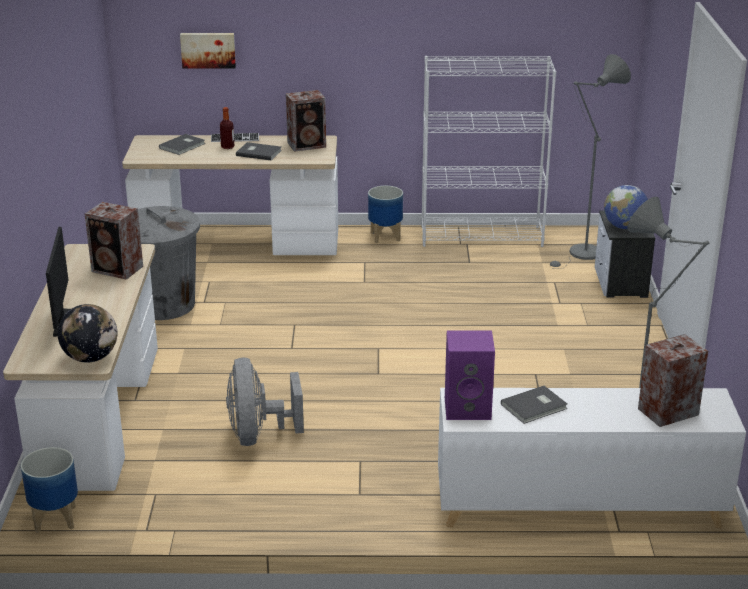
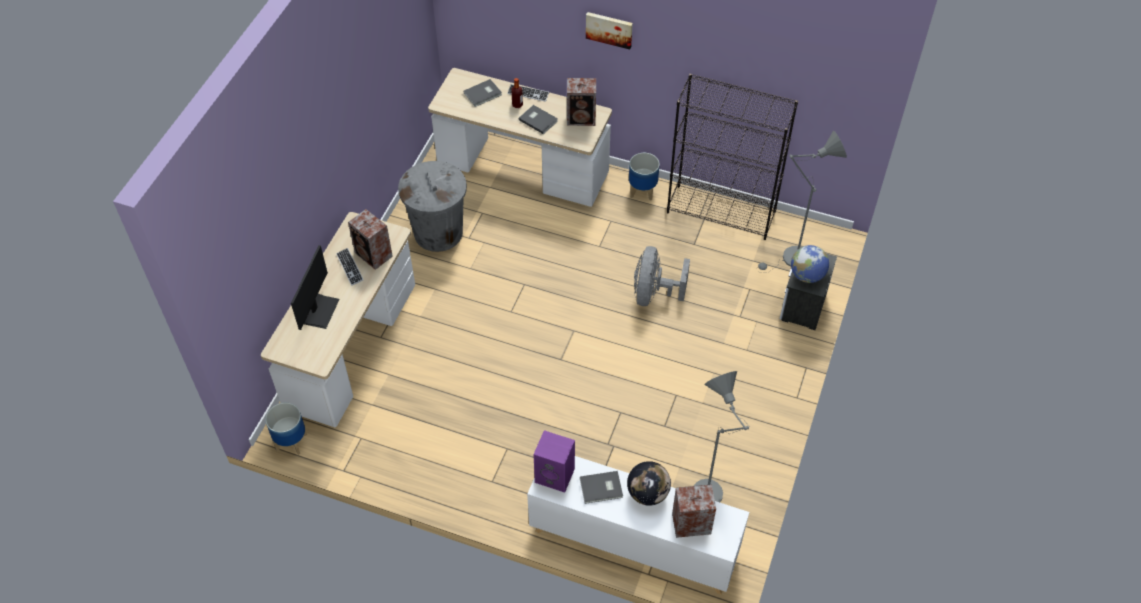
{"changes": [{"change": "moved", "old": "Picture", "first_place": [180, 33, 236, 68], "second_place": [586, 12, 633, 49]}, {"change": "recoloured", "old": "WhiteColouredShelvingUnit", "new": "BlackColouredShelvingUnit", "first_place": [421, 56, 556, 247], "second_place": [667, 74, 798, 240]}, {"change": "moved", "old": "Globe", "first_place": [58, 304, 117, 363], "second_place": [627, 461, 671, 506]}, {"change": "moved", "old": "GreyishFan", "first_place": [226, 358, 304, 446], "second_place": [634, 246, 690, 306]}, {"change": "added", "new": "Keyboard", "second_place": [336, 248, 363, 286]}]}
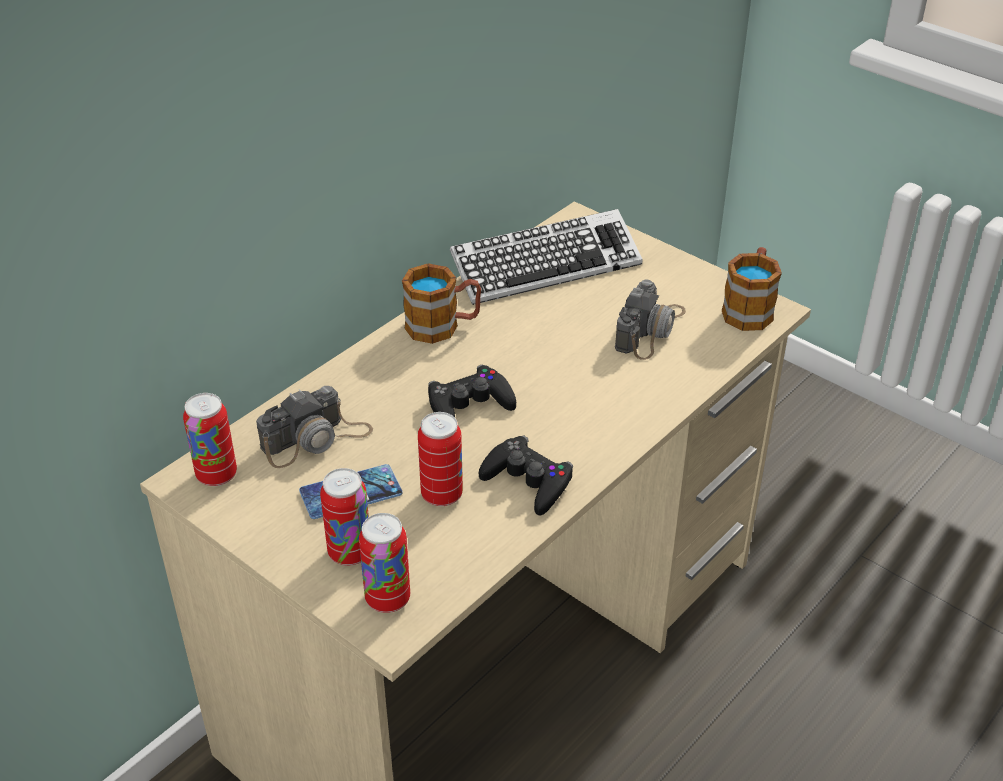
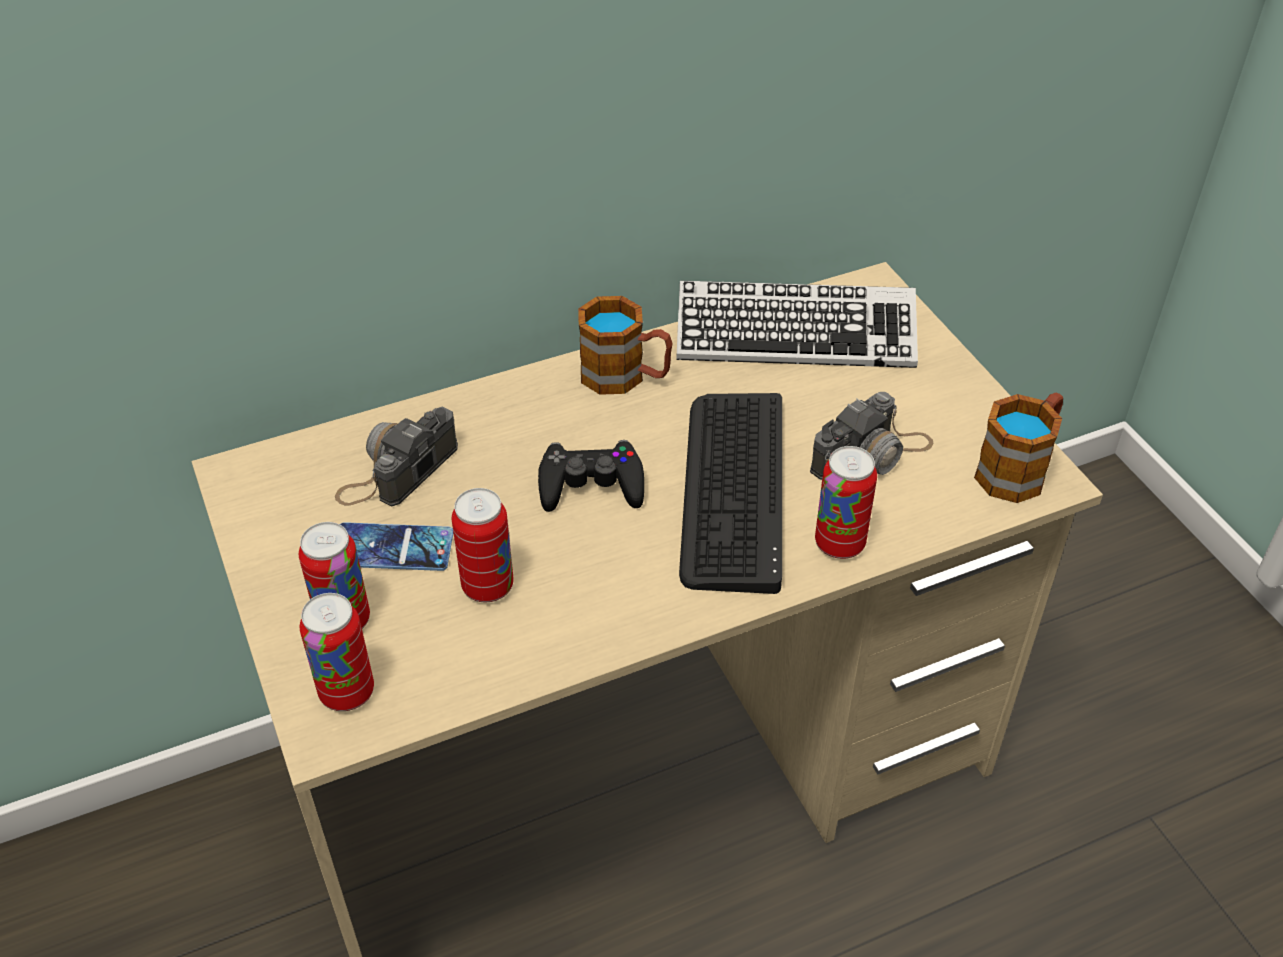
{"changes": [{"change": "turned", "old": "StillCamera", "first_place": [256, 386, 373, 468], "second_place": [335, 407, 458, 507], "degrees": 135}, {"change": "moved", "old": "MetalCan", "first_place": [183, 393, 237, 486], "second_place": [815, 446, 877, 559]}, {"change": "removed", "old": "BlackColouredGameController", "first_place": [479, 435, 573, 515]}, {"change": "added", "new": "Keyboard", "second_place": [679, 393, 782, 594]}]}
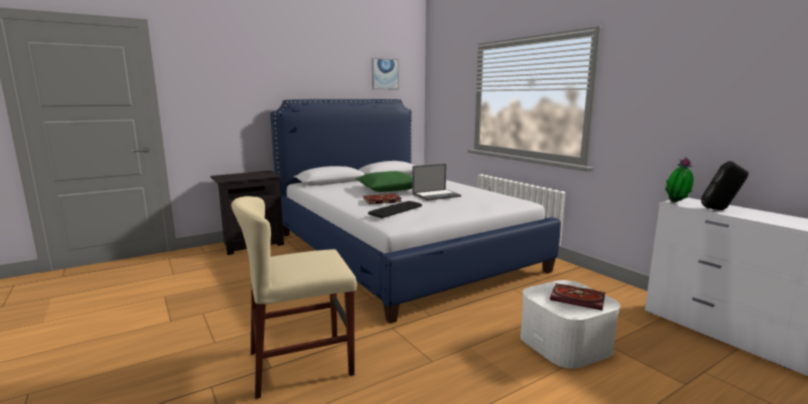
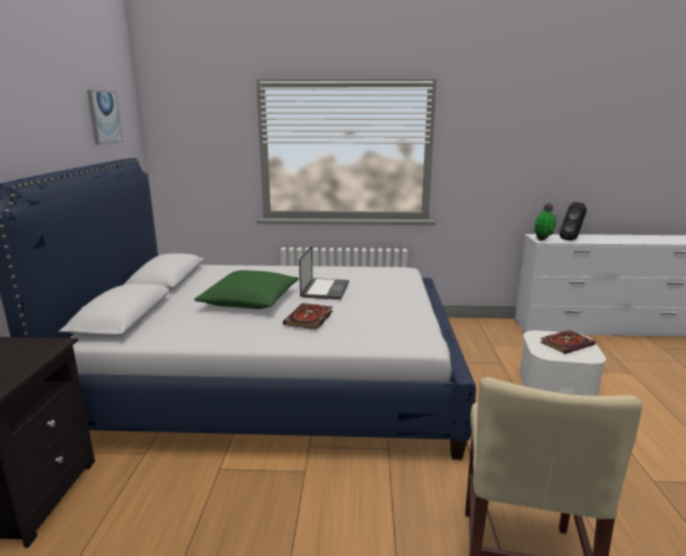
{"changes": [{"change": "removed", "old": "Keyboard", "first_place": [368, 201, 422, 218]}]}
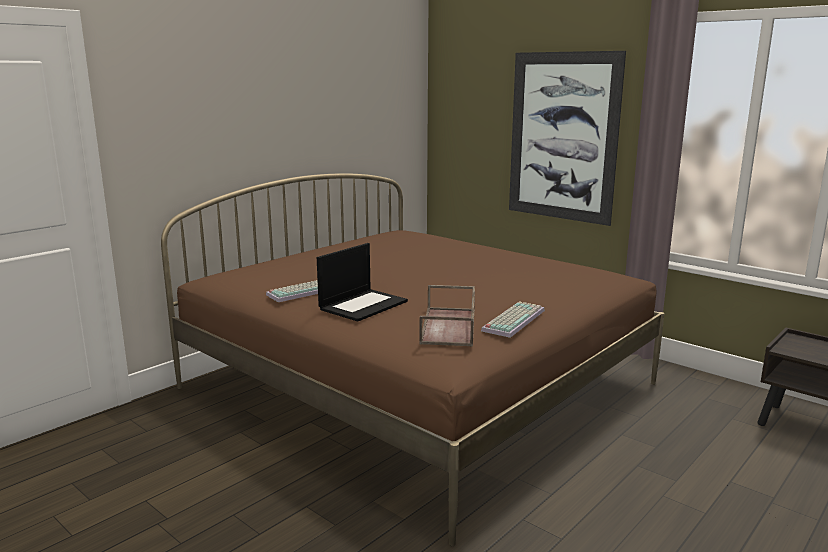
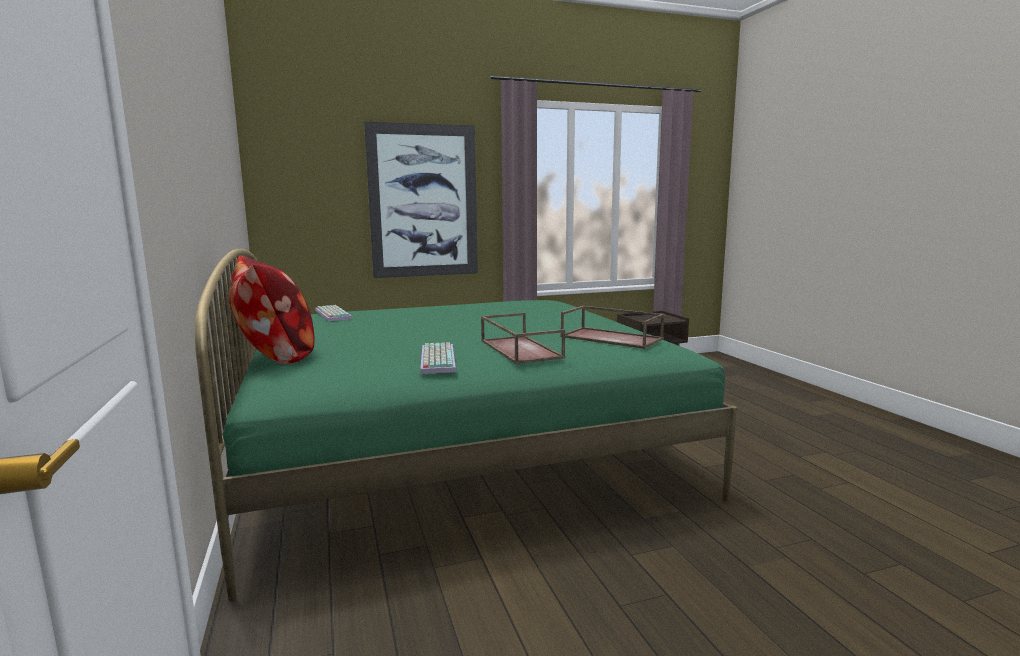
{"changes": [{"change": "recoloured", "old": "BrownishBed", "new": "GreenishBed", "first_place": [161, 173, 664, 546], "second_place": [195, 249, 737, 601]}, {"change": "replaced", "old": "Laptop", "new": "BrownishServingTray", "first_place": [317, 243, 408, 322], "second_place": [481, 313, 565, 364]}, {"change": "moved", "old": "Keyboard", "first_place": [481, 302, 545, 338], "second_place": [315, 305, 353, 321]}, {"change": "added", "new": "Cushion", "second_place": [229, 256, 314, 364]}]}
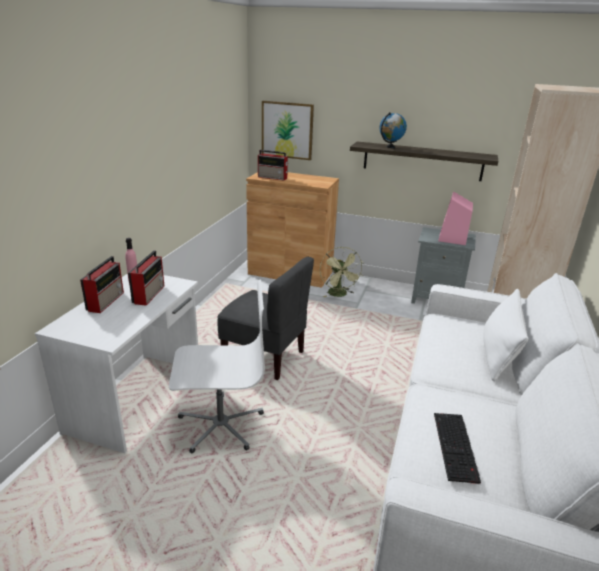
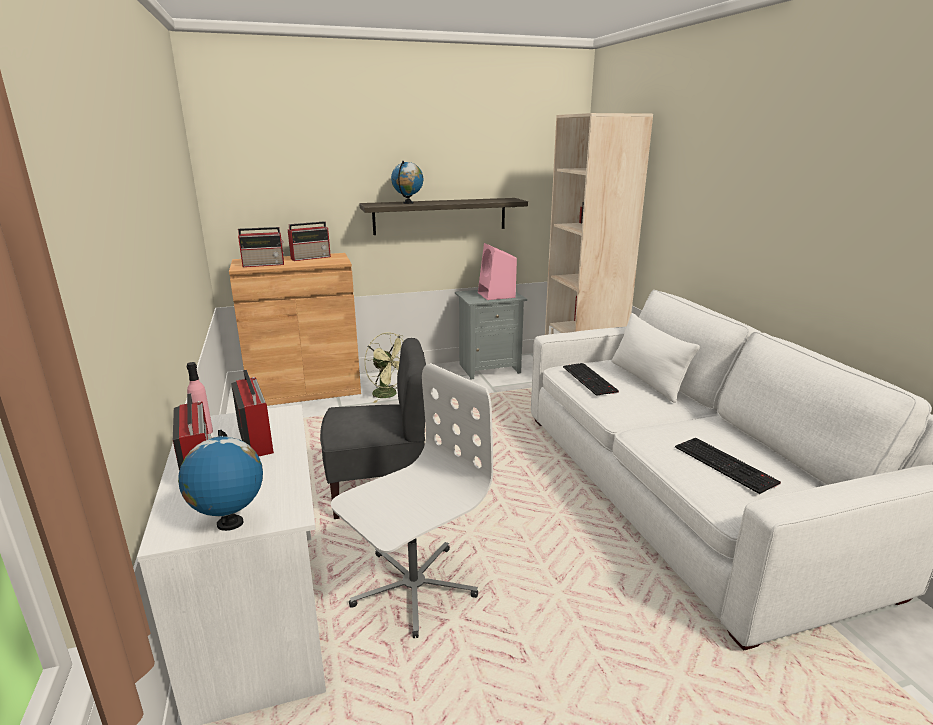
{"changes": [{"change": "removed", "old": "Picture", "first_place": [262, 101, 314, 160]}, {"change": "added", "new": "RadioReceiver", "second_place": [288, 221, 331, 261]}, {"change": "added", "new": "Keyboard", "second_place": [563, 363, 619, 396]}, {"change": "added", "new": "Globe", "second_place": [178, 430, 263, 531]}]}
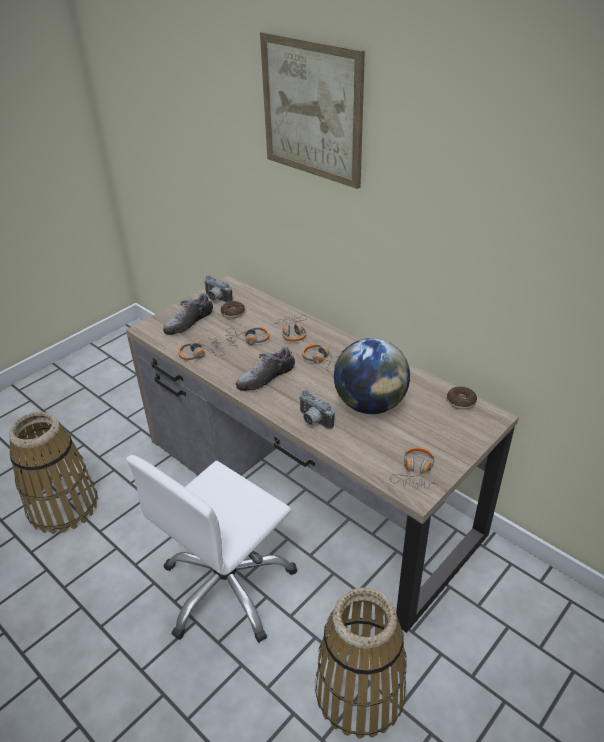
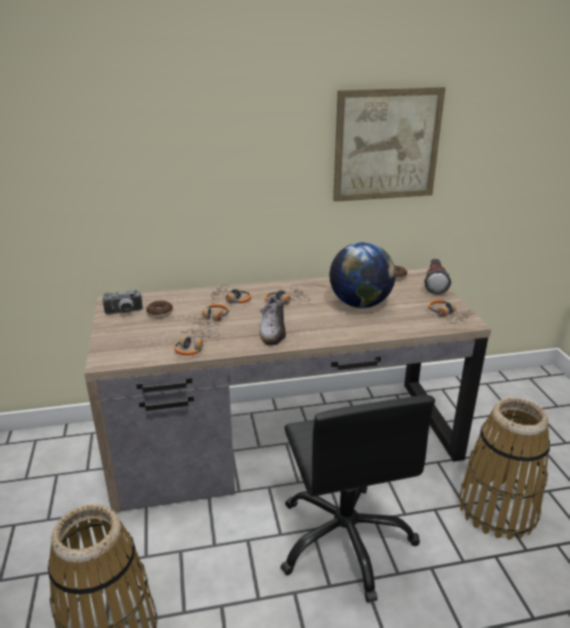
{"changes": [{"change": "moved", "old": "Picture", "first_place": [260, 32, 365, 189], "second_place": [333, 87, 446, 202]}, {"change": "removed", "old": "Shoe", "first_place": [163, 293, 213, 335]}, {"change": "removed", "old": "StillCamera", "first_place": [299, 390, 335, 429]}, {"change": "recoloured", "old": "WhiteColouredOfficeChair", "new": "BlackColouredOfficeChair", "first_place": [126, 455, 297, 643], "second_place": [280, 395, 435, 603]}, {"change": "added", "new": "HandTorch", "second_place": [424, 259, 451, 294]}]}
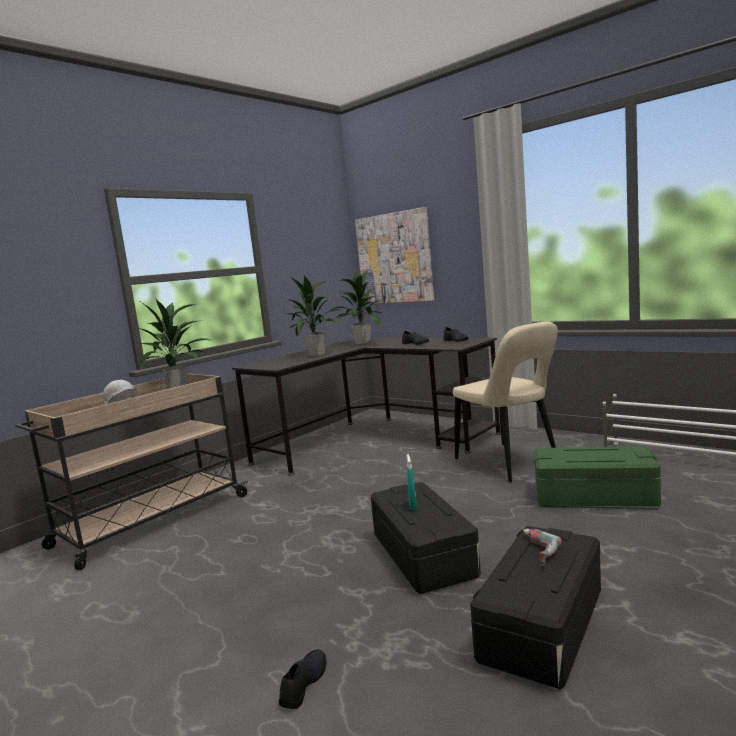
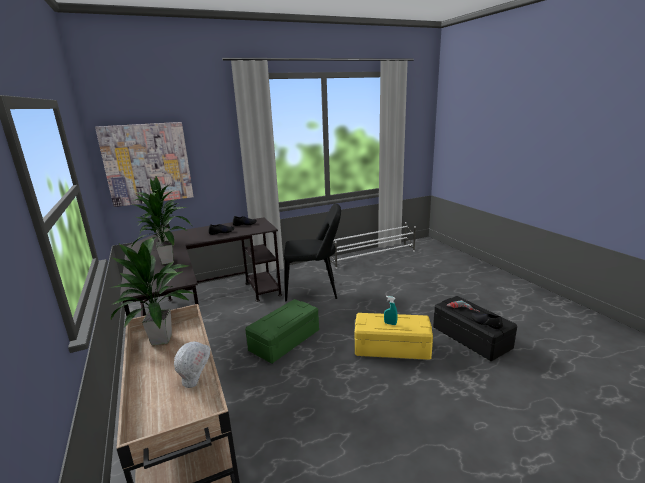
{"changes": [{"change": "recoloured", "old": "BeigePlainChair", "new": "BlackColouredPlainChair", "first_place": [453, 321, 558, 482], "second_place": [284, 204, 341, 301]}, {"change": "moved", "old": "GreenishStorageBox", "first_place": [534, 446, 661, 508], "second_place": [245, 299, 319, 363]}, {"change": "recoloured", "old": "BlackColouredStorageBox", "new": "YellowishStorageBox", "first_place": [371, 482, 481, 594], "second_place": [355, 313, 433, 360]}, {"change": "moved", "old": "BlackColouredShoe", "first_place": [279, 649, 327, 709], "second_place": [471, 312, 503, 329]}]}
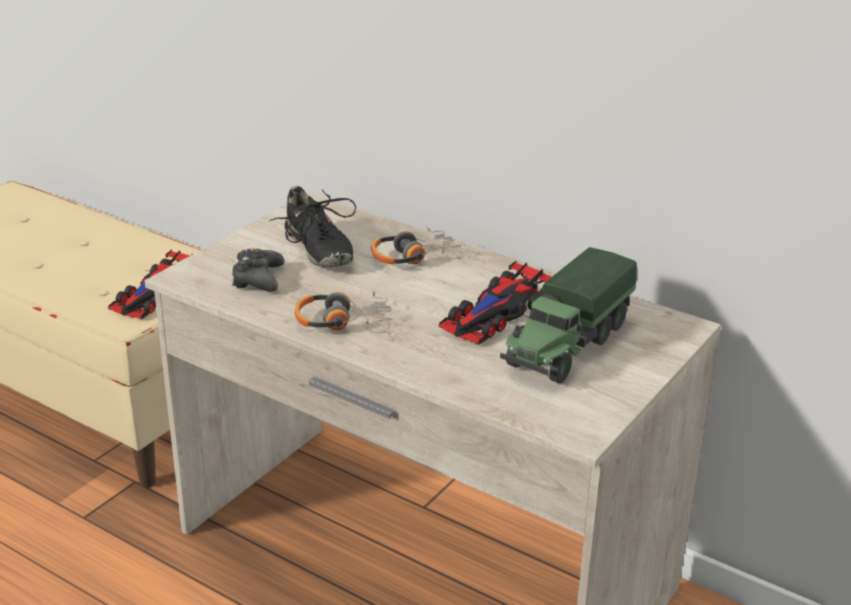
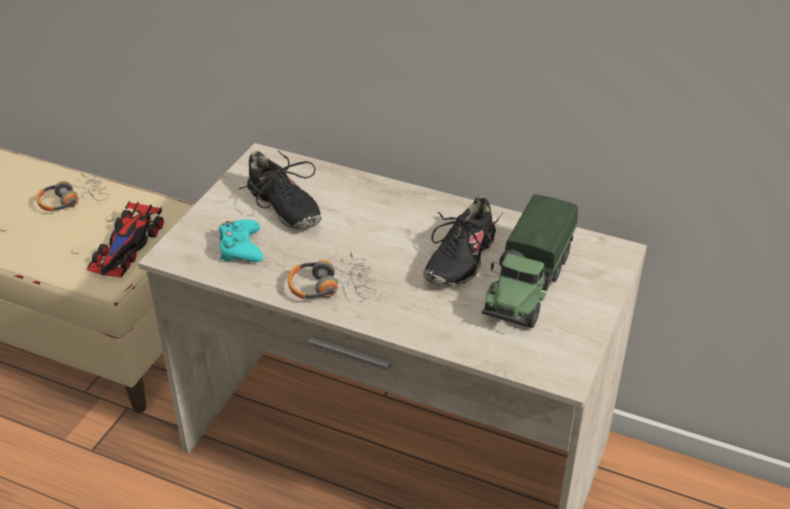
{"changes": [{"change": "moved", "old": "Headset", "first_place": [371, 227, 465, 265], "second_place": [36, 173, 109, 212]}, {"change": "recoloured", "old": "BlackColouredGameController", "new": "BlueGreenGameController", "first_place": [232, 249, 285, 292], "second_place": [219, 219, 263, 262]}, {"change": "replaced", "old": "MiniatureCar", "new": "BlackColouredShoe", "first_place": [438, 260, 552, 345], "second_place": [423, 196, 502, 286]}]}
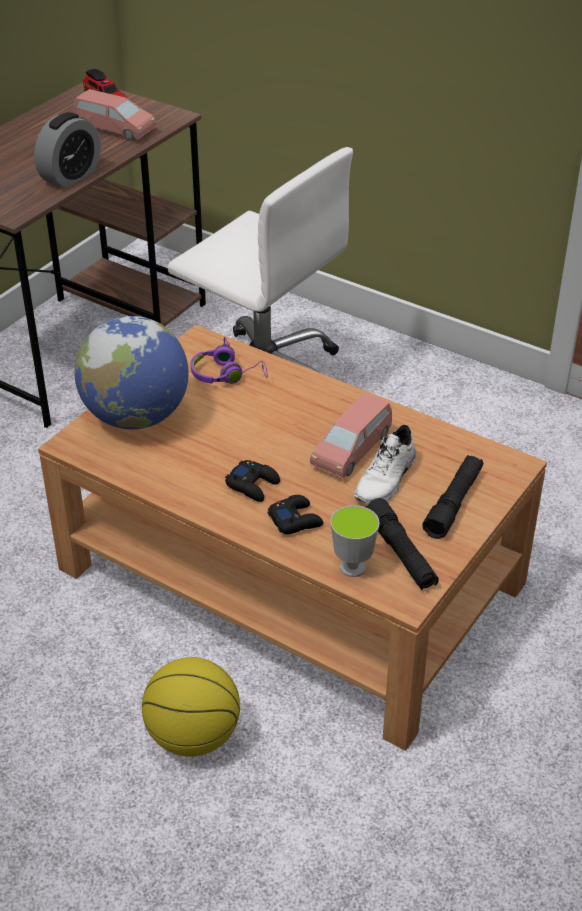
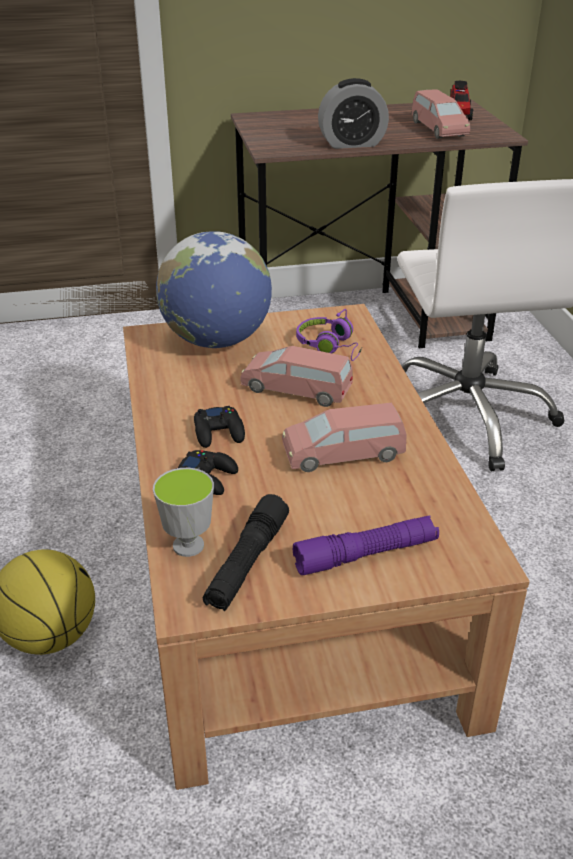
{"changes": [{"change": "removed", "old": "WhiteColouredShoe", "first_place": [354, 425, 416, 504]}, {"change": "recoloured", "old": "BlackColouredHandTorch", "new": "PurplishHandTorch", "first_place": [422, 455, 484, 539], "second_place": [293, 516, 439, 575]}, {"change": "added", "new": "PinkColouredMiniatureCar", "second_place": [240, 346, 353, 407]}]}
